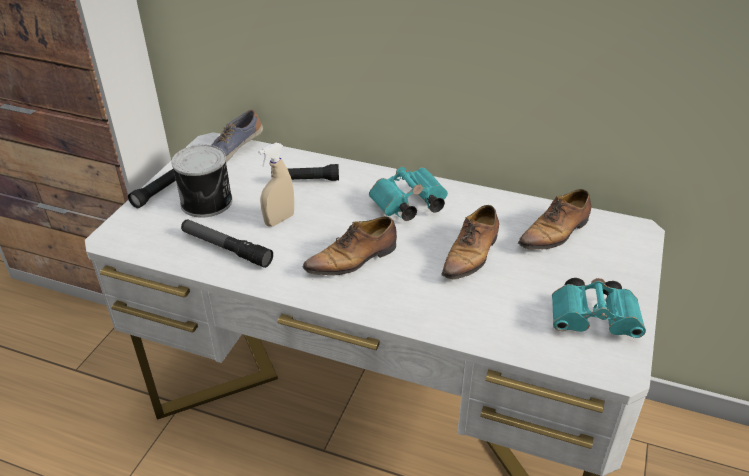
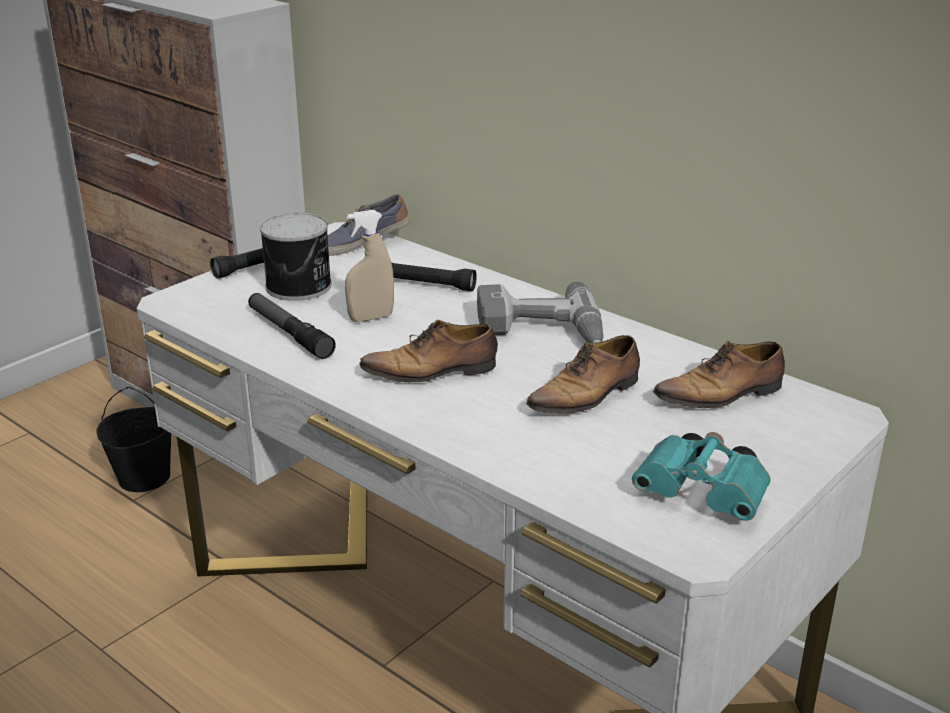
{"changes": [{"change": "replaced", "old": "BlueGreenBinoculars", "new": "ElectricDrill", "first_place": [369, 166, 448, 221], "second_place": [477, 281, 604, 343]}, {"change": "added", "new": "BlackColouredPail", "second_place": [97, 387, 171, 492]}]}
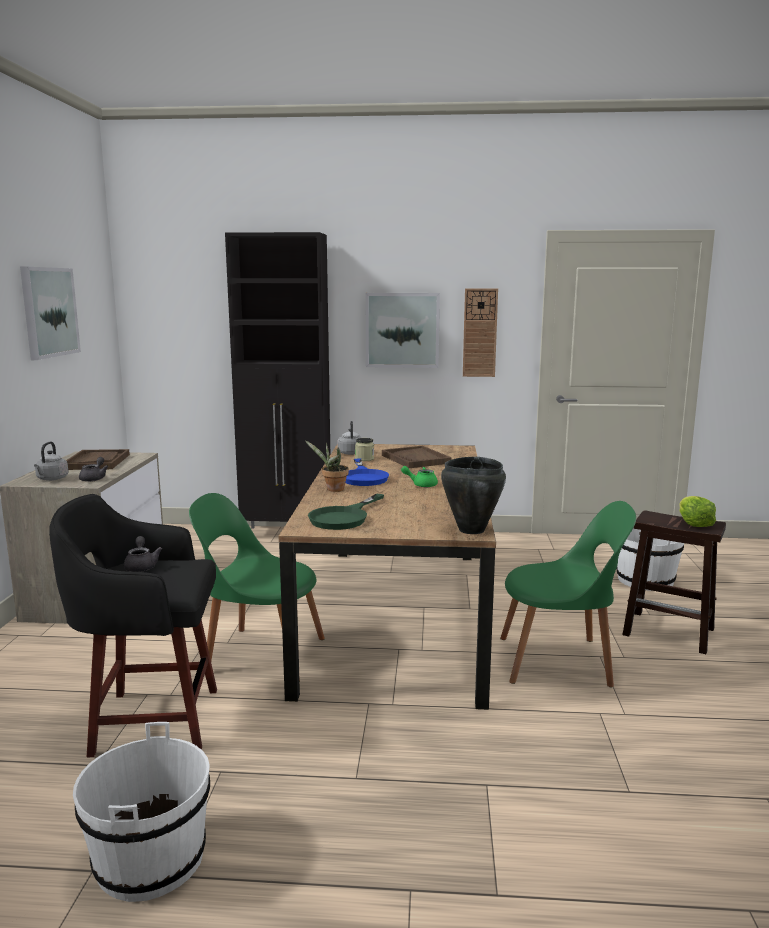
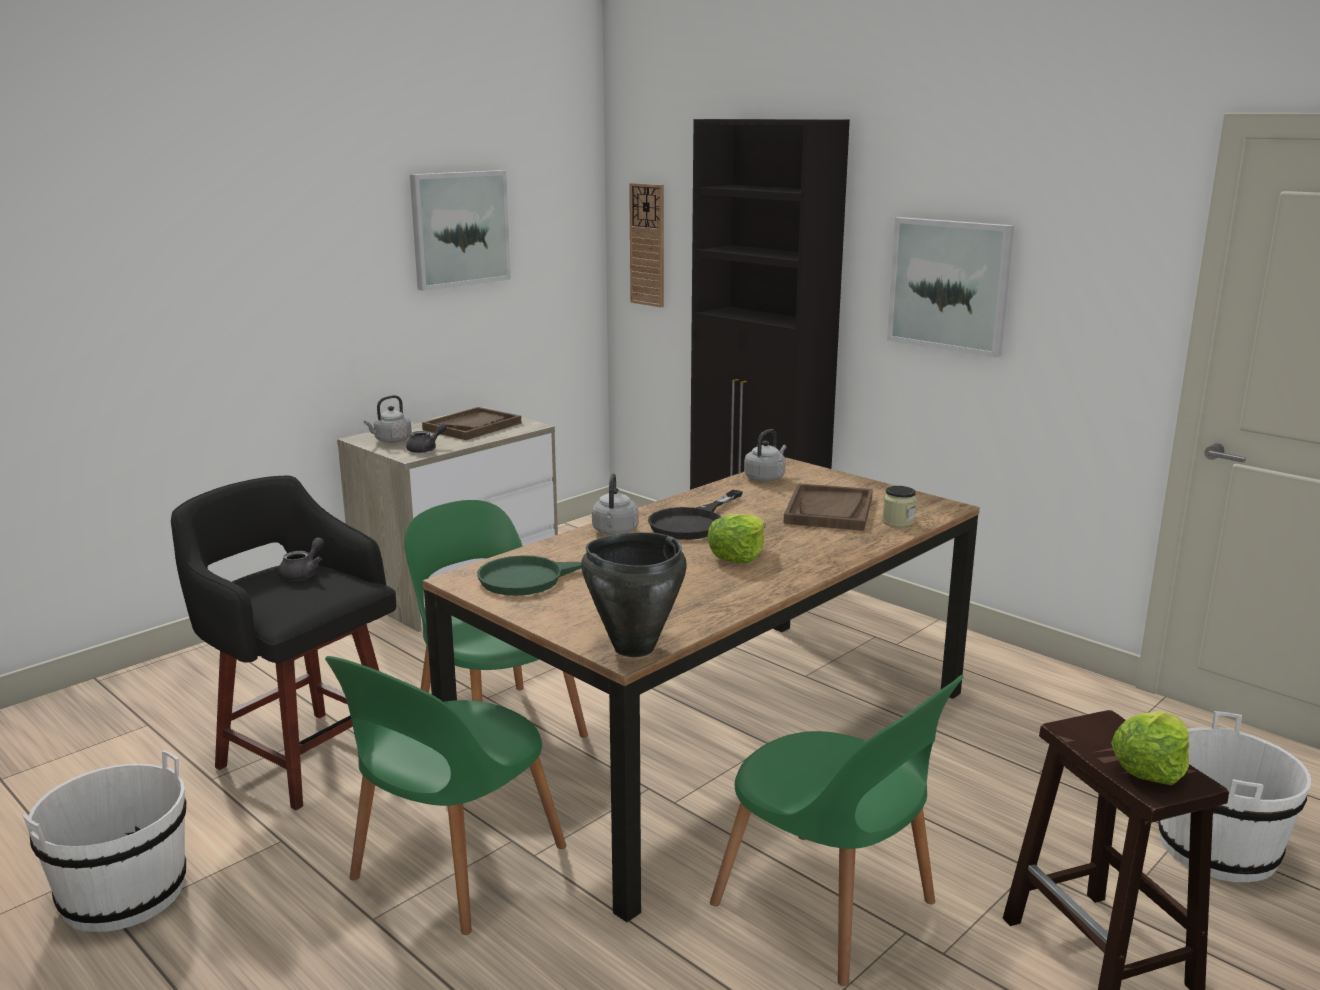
{"changes": [{"change": "moved", "old": "HangingClock", "first_place": [463, 289, 498, 377], "second_place": [629, 183, 664, 307]}, {"change": "moved", "old": "PreserveJar", "first_place": [355, 438, 374, 461], "second_place": [882, 486, 917, 527]}, {"change": "replaced", "old": "PlantInAPot", "new": "GreyishWaterKettle", "first_place": [305, 440, 349, 492], "second_place": [592, 474, 639, 535]}, {"change": "recoloured", "old": "BlueFryingPan", "new": "BlackColouredFryingPan", "first_place": [345, 459, 389, 486], "second_place": [648, 490, 743, 540]}, {"change": "replaced", "old": "GreenishTeapot", "new": "Lettuce", "first_place": [401, 466, 438, 487], "second_place": [707, 514, 765, 564]}, {"change": "added", "new": "GreenishPlainChair", "second_place": [325, 656, 566, 935]}]}
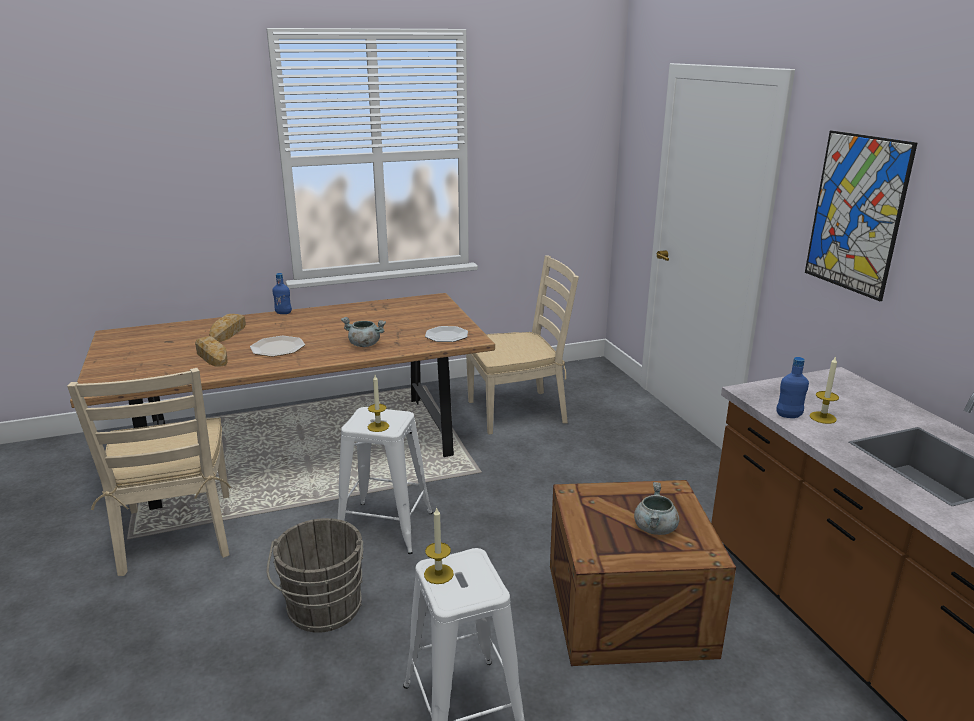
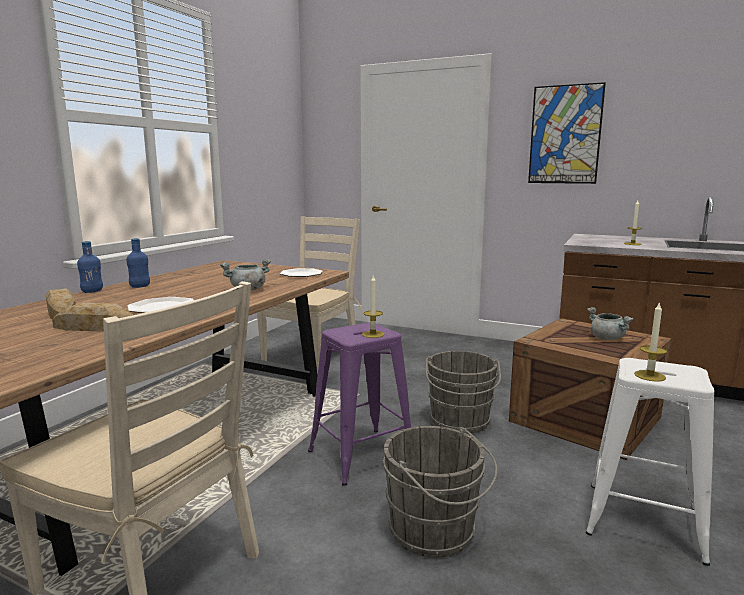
{"changes": [{"change": "moved", "old": "BlueDrinkBottle", "first_place": [776, 357, 809, 418], "second_place": [127, 238, 150, 288]}, {"change": "recoloured", "old": "WhiteColouredStool", "new": "PurplishStool", "first_place": [338, 407, 433, 554], "second_place": [308, 322, 411, 486]}, {"change": "added", "new": "GreyishPail", "second_place": [426, 351, 501, 434]}]}
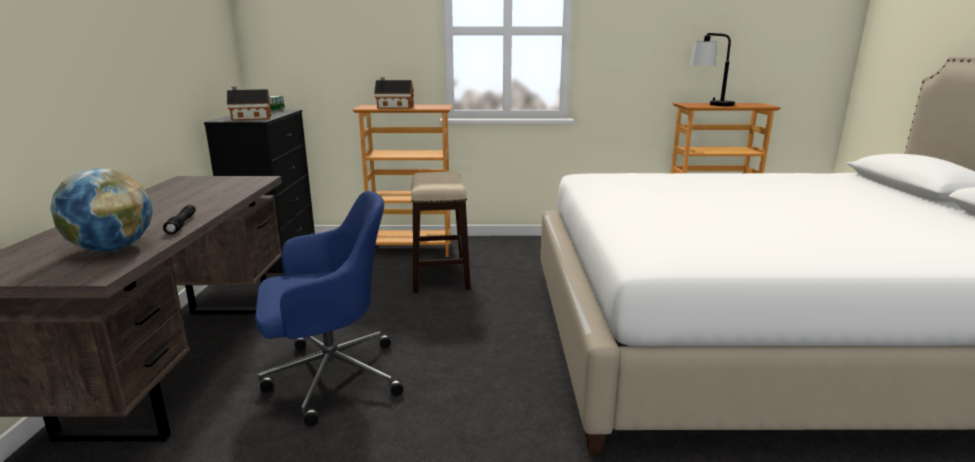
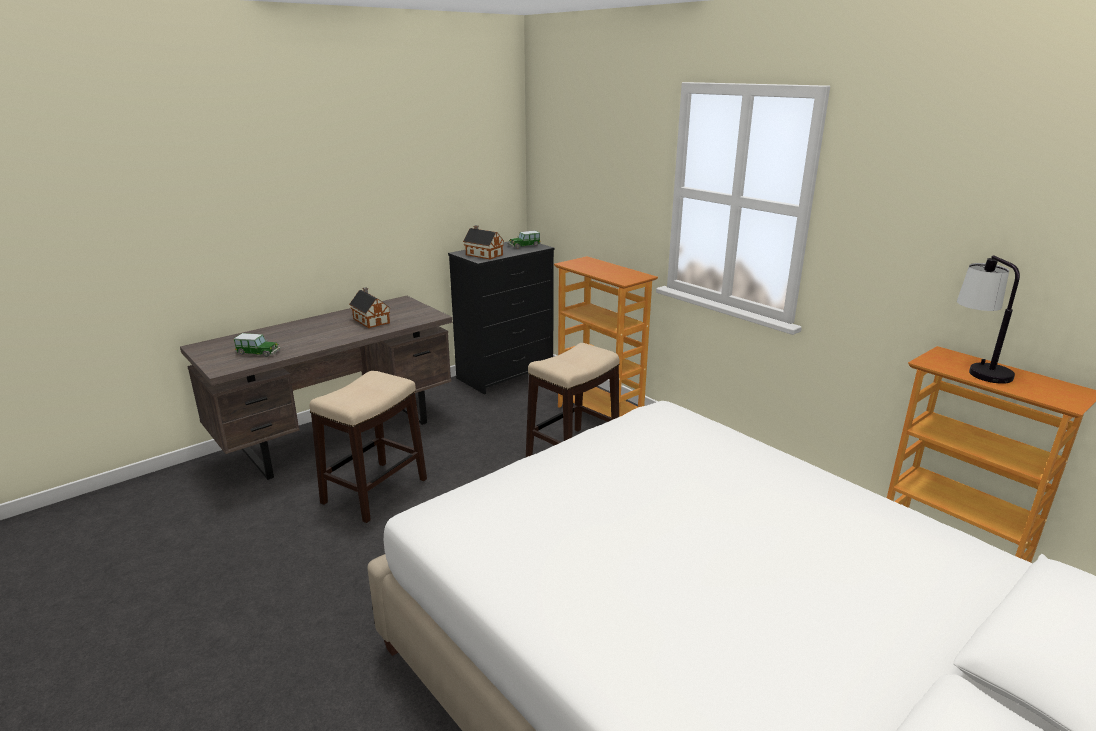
{"changes": [{"change": "moved", "old": "MiniatureHouse", "first_place": [374, 77, 414, 109], "second_place": [349, 287, 391, 328]}, {"change": "replaced", "old": "Globe", "new": "MiniatureCar", "first_place": [50, 168, 153, 252], "second_place": [234, 333, 281, 357]}, {"change": "replaced", "old": "BlueOfficeChair", "new": "Stool", "first_place": [255, 191, 403, 427], "second_place": [310, 371, 427, 523]}, {"change": "removed", "old": "BlackColouredHandTorch", "first_place": [163, 205, 196, 234]}]}
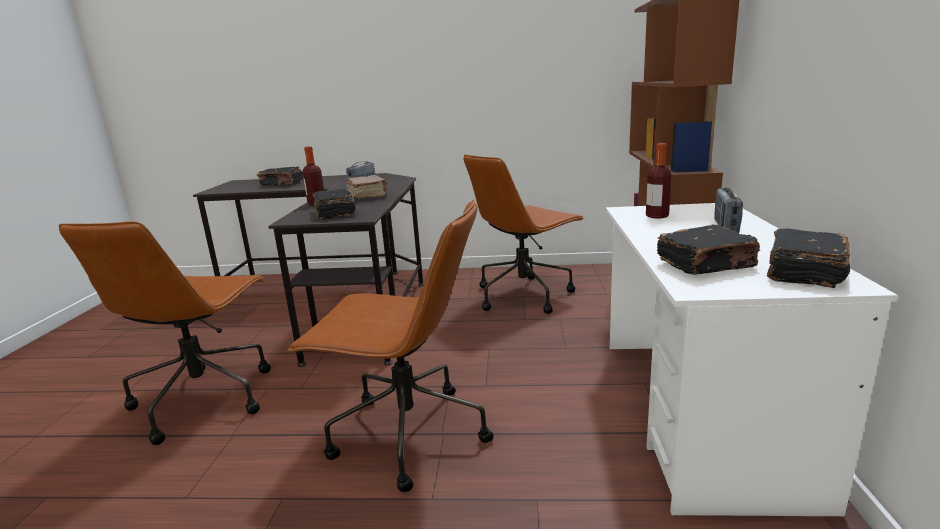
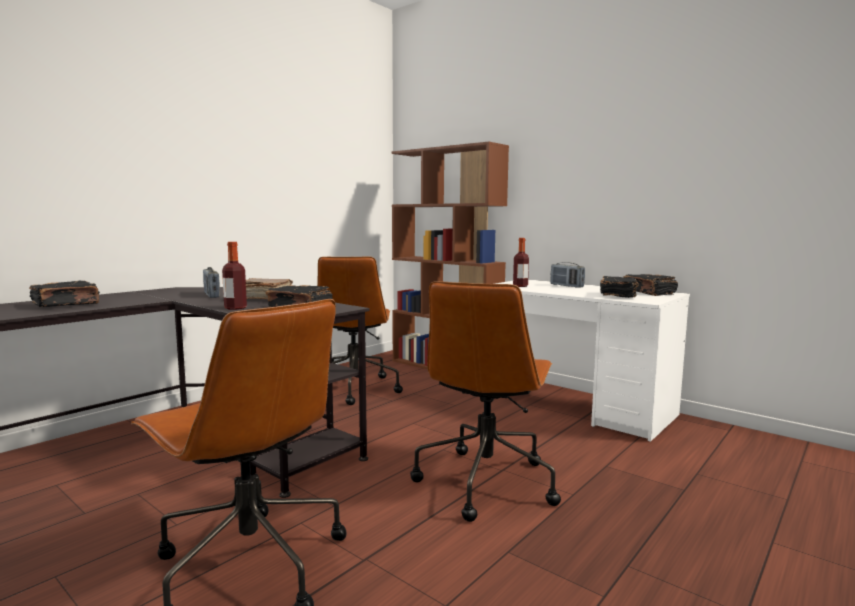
{"changes": [{"change": "turned", "old": "BrownishOfficeChair", "first_place": [287, 199, 494, 492], "second_place": [410, 281, 561, 522], "degrees": 150}]}
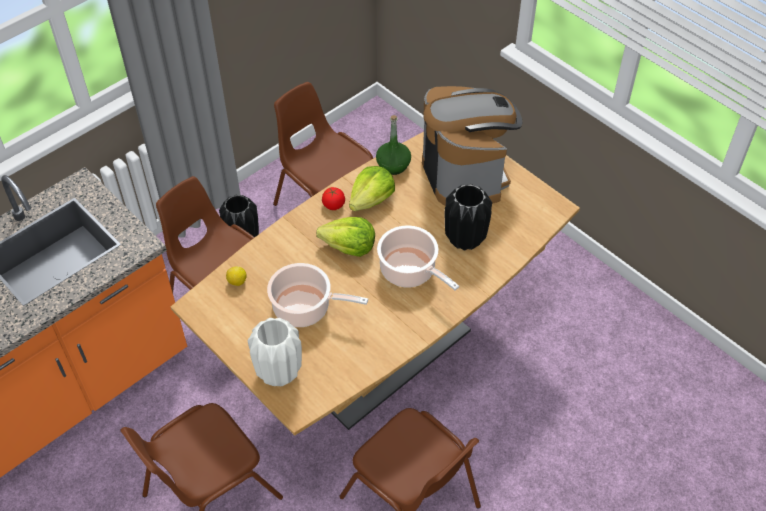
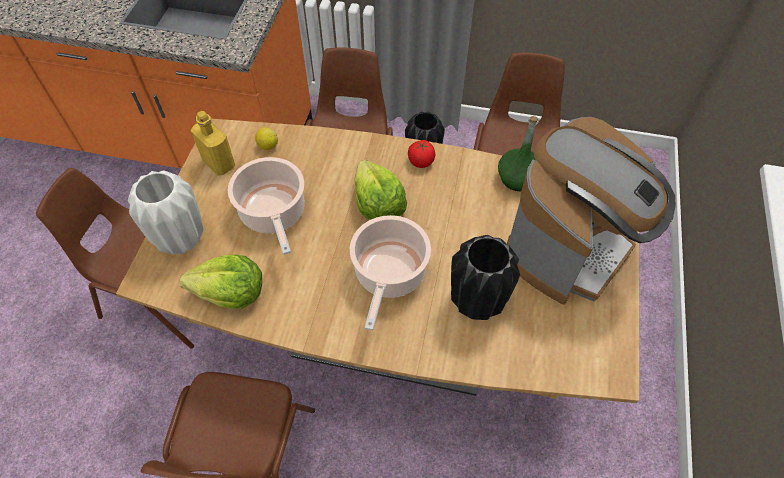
{"changes": [{"change": "moved", "old": "Lettuce", "first_place": [349, 166, 395, 211], "second_place": [180, 255, 262, 309]}, {"change": "added", "new": "YellowishDrinkBottle", "second_place": [191, 111, 235, 176]}]}
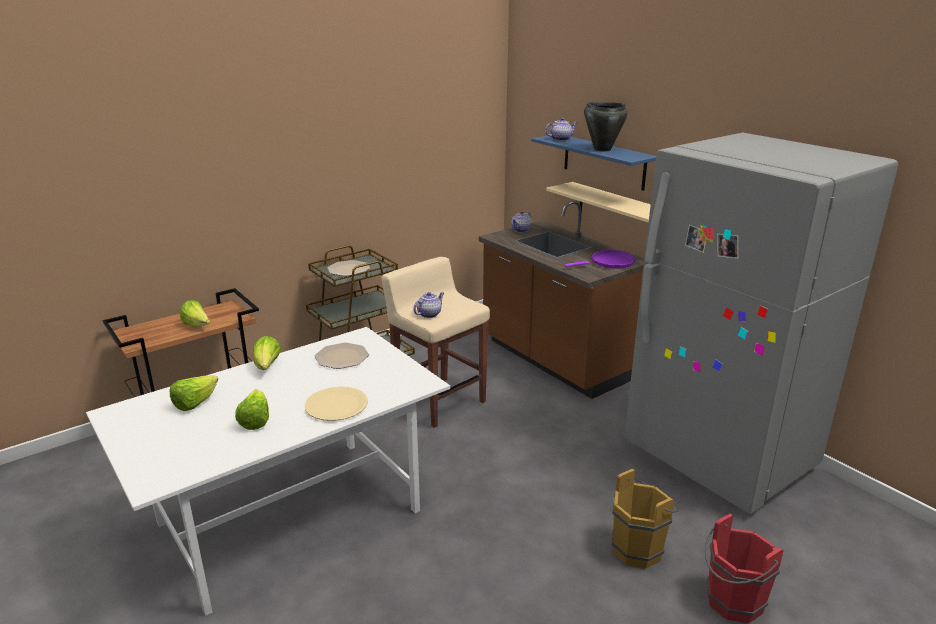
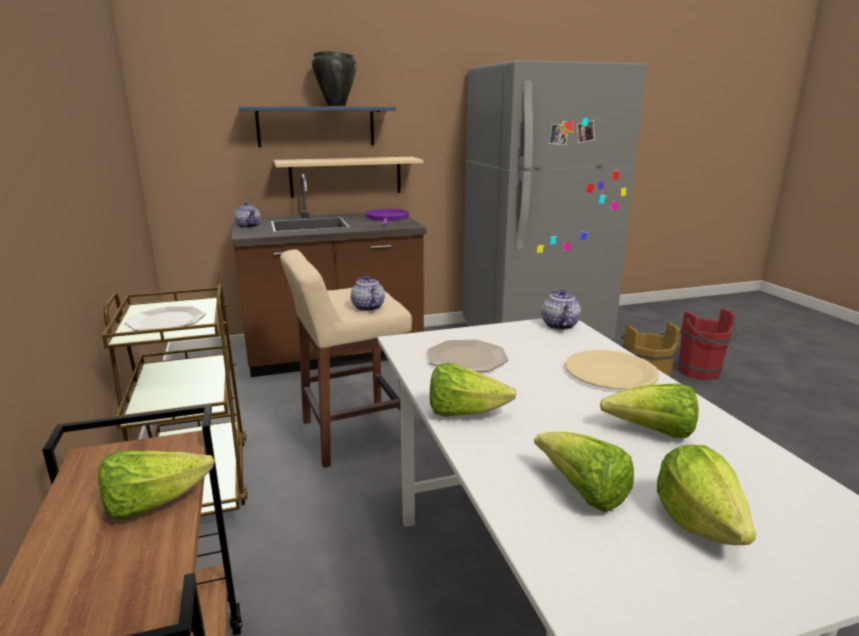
{"changes": [{"change": "moved", "old": "Teapot", "first_place": [545, 118, 577, 141], "second_place": [542, 290, 581, 330]}, {"change": "added", "new": "Lettuce", "second_place": [657, 445, 756, 545]}]}
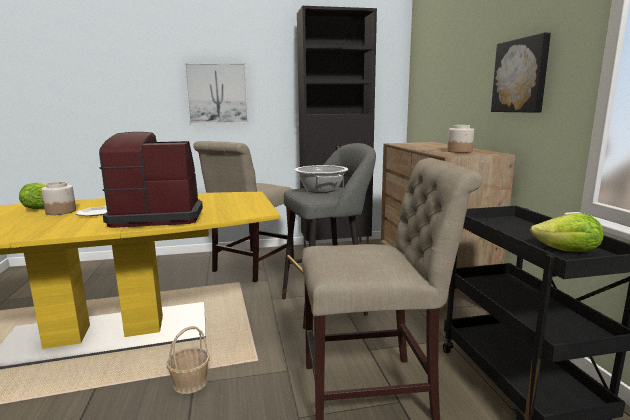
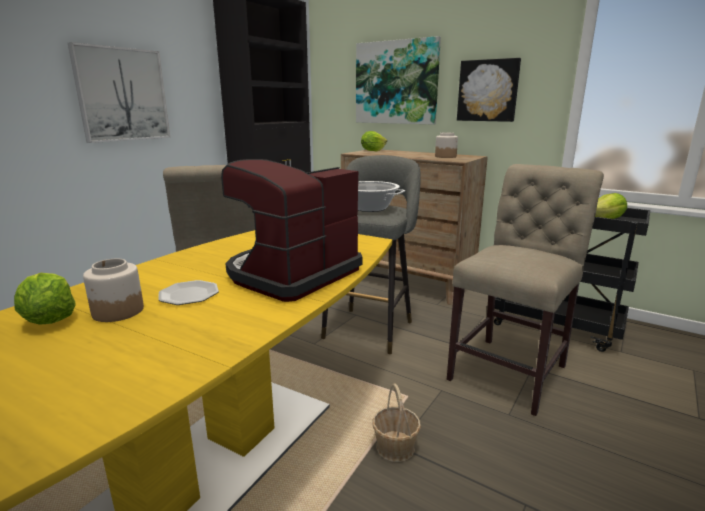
{"changes": [{"change": "added", "new": "Picture", "second_place": [356, 36, 441, 125]}, {"change": "added", "new": "Lettuce", "second_place": [361, 131, 387, 151]}]}
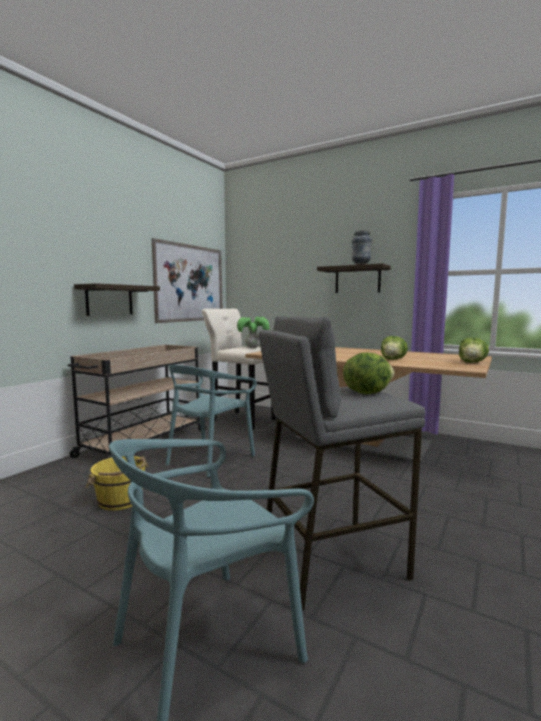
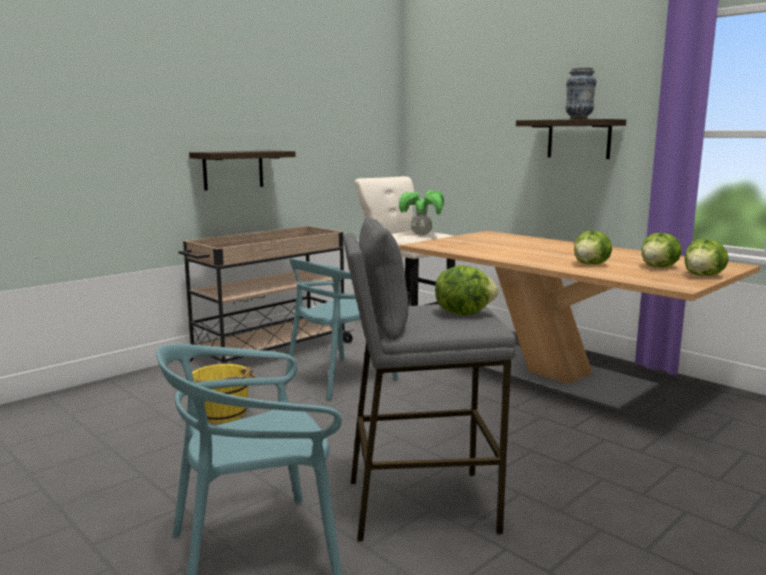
{"changes": [{"change": "removed", "old": "Picture", "first_place": [152, 238, 222, 323]}, {"change": "added", "new": "Lettuce", "second_place": [642, 233, 682, 267]}]}
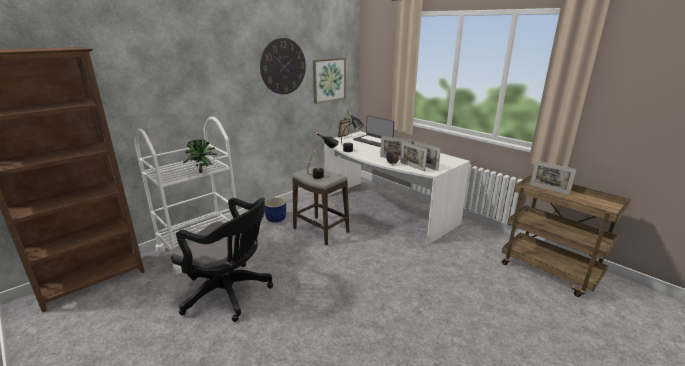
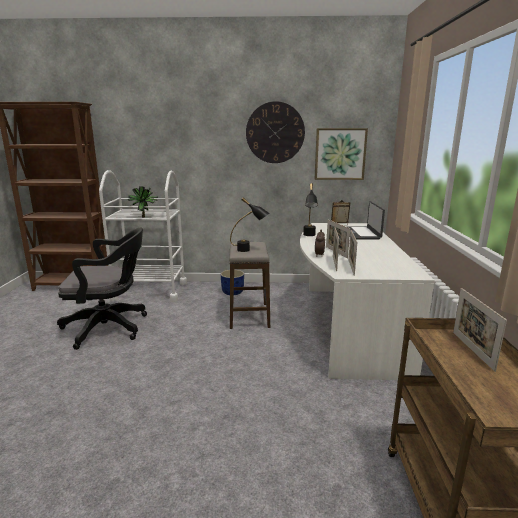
{"changes": [{"change": "turned", "old": "BlackColouredOfficeChair", "first_place": [171, 198, 273, 322], "second_place": [57, 228, 147, 350], "degrees": -75}]}
